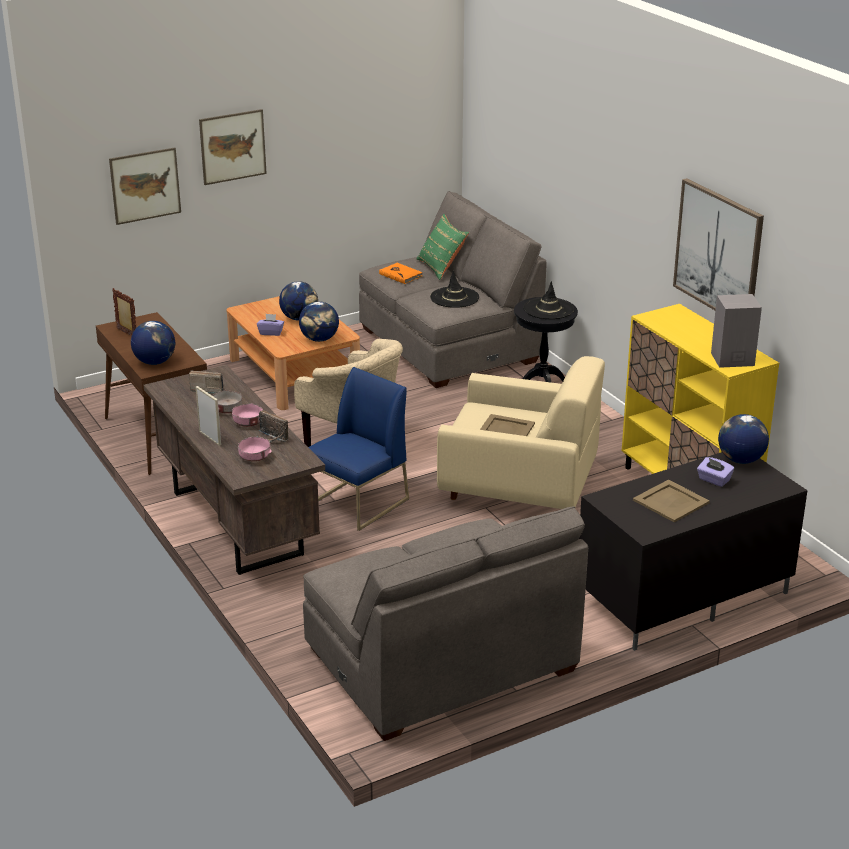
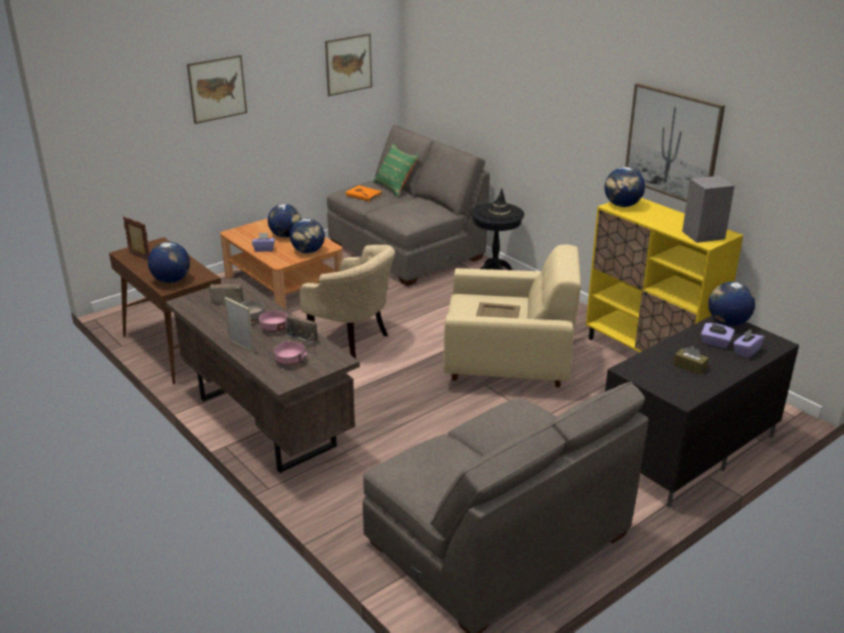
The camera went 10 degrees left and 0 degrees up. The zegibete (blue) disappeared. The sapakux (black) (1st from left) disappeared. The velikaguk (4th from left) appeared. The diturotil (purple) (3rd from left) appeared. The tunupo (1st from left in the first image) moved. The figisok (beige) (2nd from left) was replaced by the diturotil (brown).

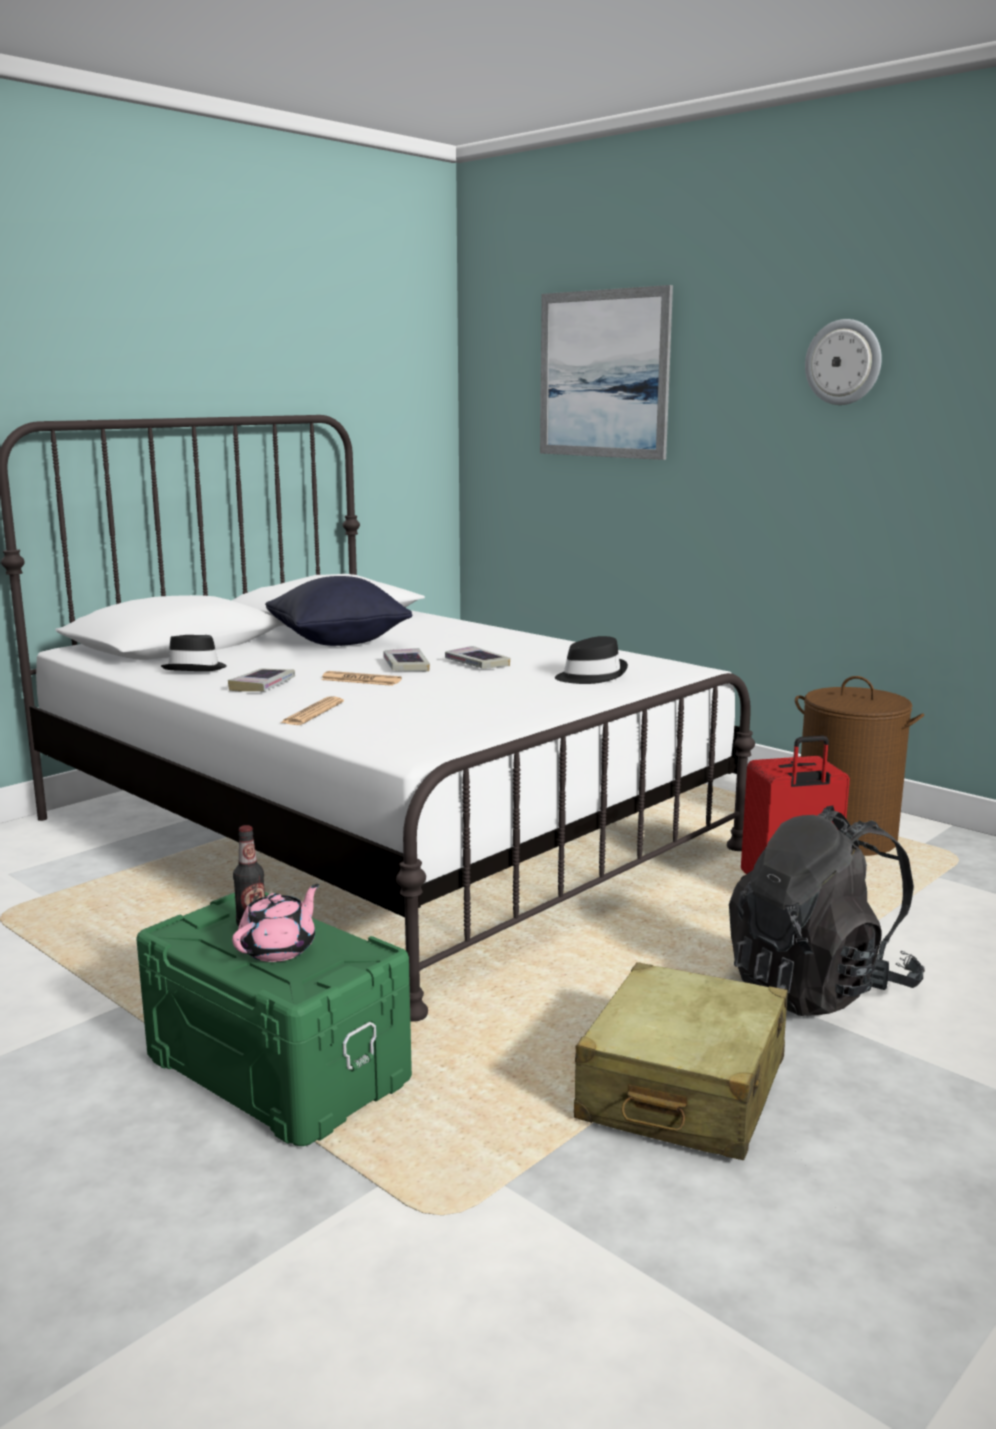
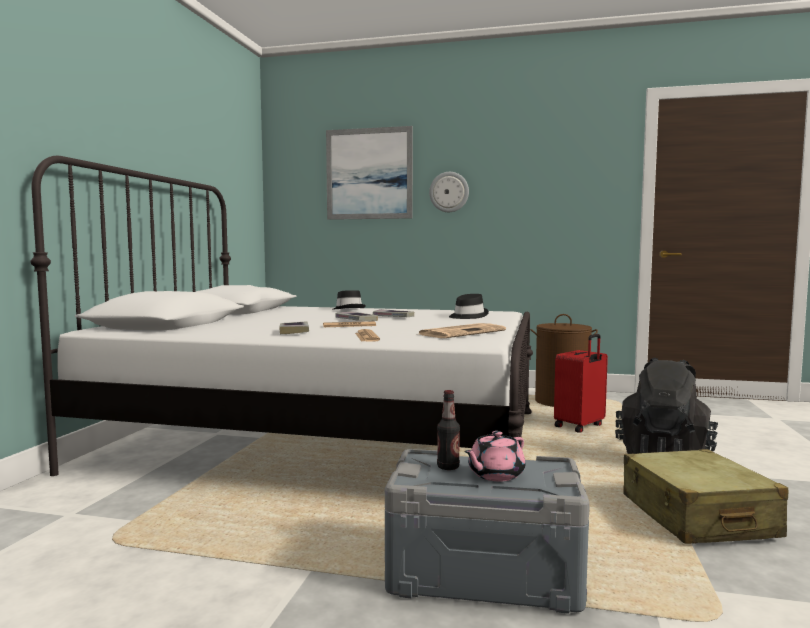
The camera went 30 degrees left and 10 degrees down. The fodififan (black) disappeared. The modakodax (3rd from left) appeared. The sapakux (black) (1st from left) moved. The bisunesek moved. The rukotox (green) became the rukotox (grey). The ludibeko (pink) turned 135 degrees counterclockwise.

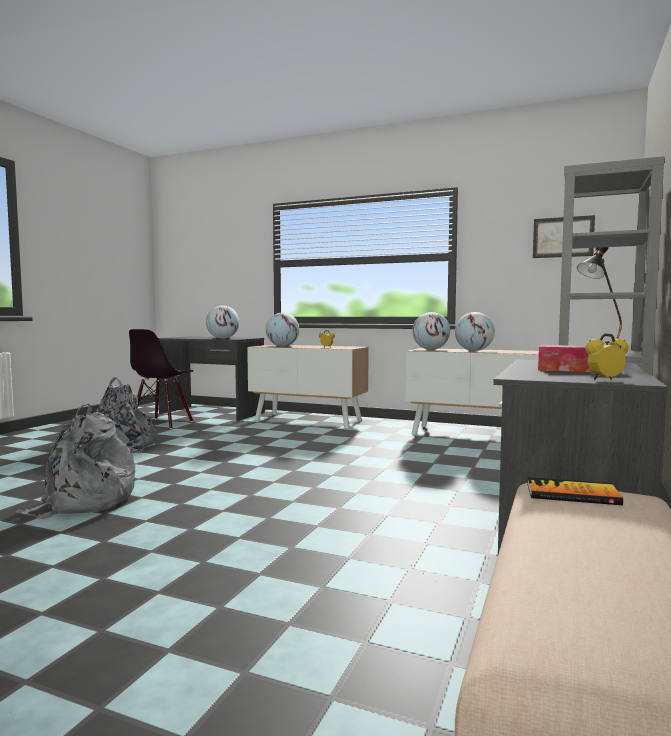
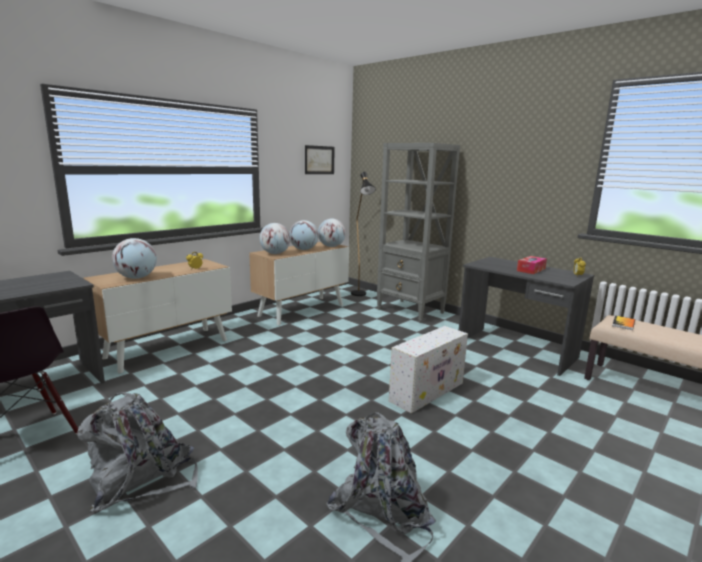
The camera went 70 degrees left and 10 degrees up. The rukotox (white) appeared. The velikaguk (1st from left in the first image) moved.

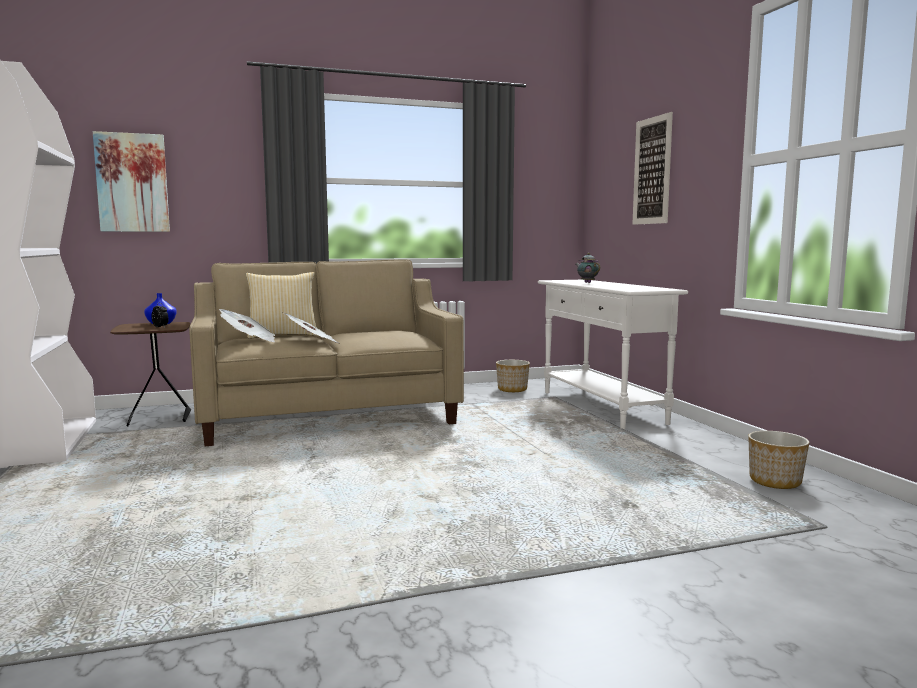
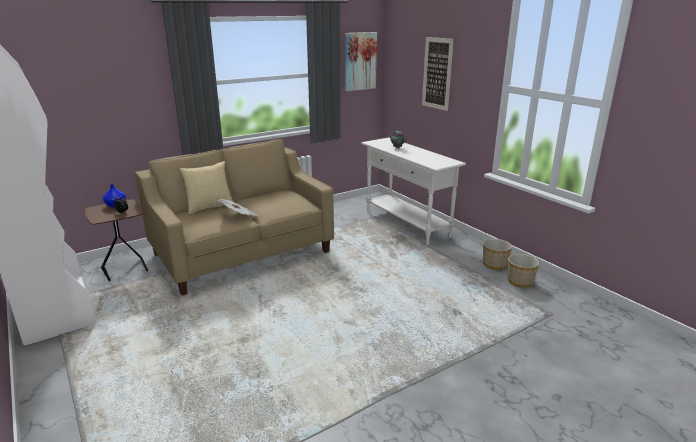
The camera went 15 degrees left and 15 degrees up. The modakodax (1st from left) disappeared. The tunupo (1st from left) moved. The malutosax (1st from left) moved.

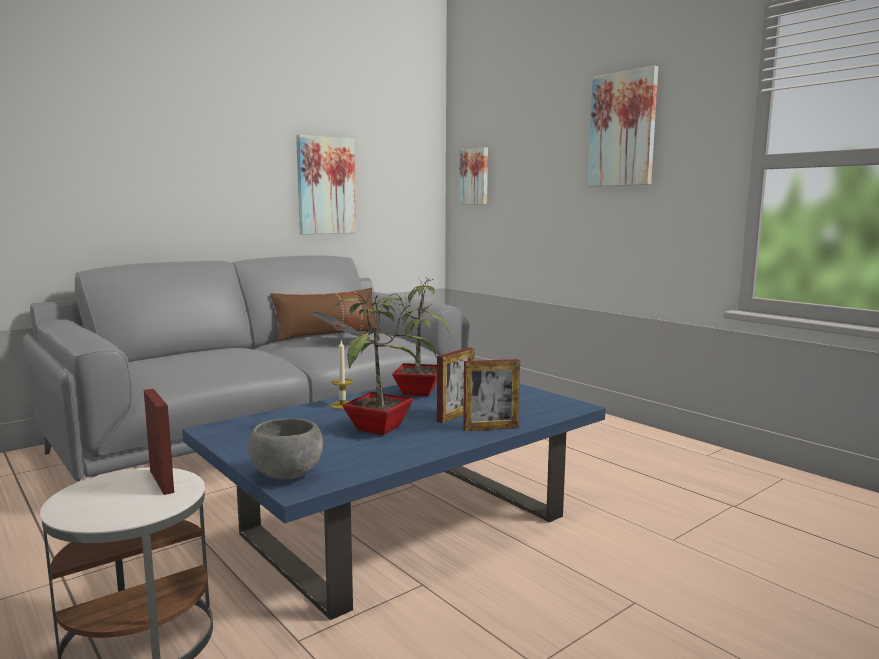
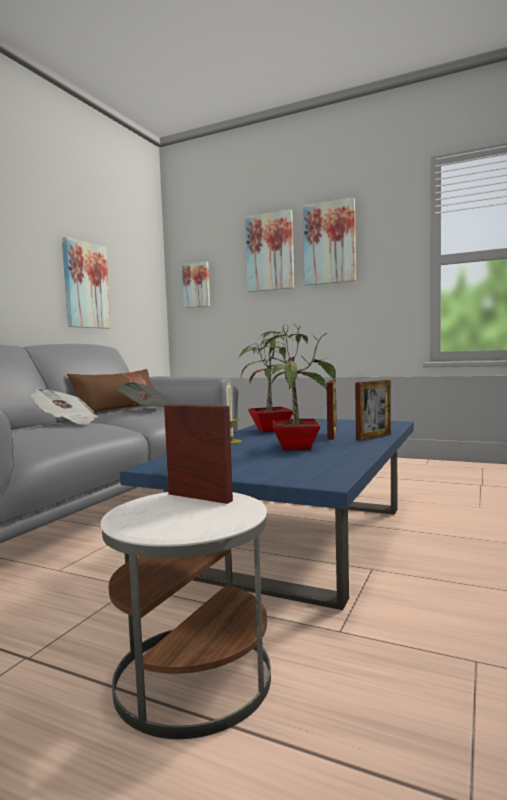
The camera went 25 degrees left and 5 degrees down. The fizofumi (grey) disappeared. The modakodax (1st from left) appeared. The tunupo (3rd from left) appeared.

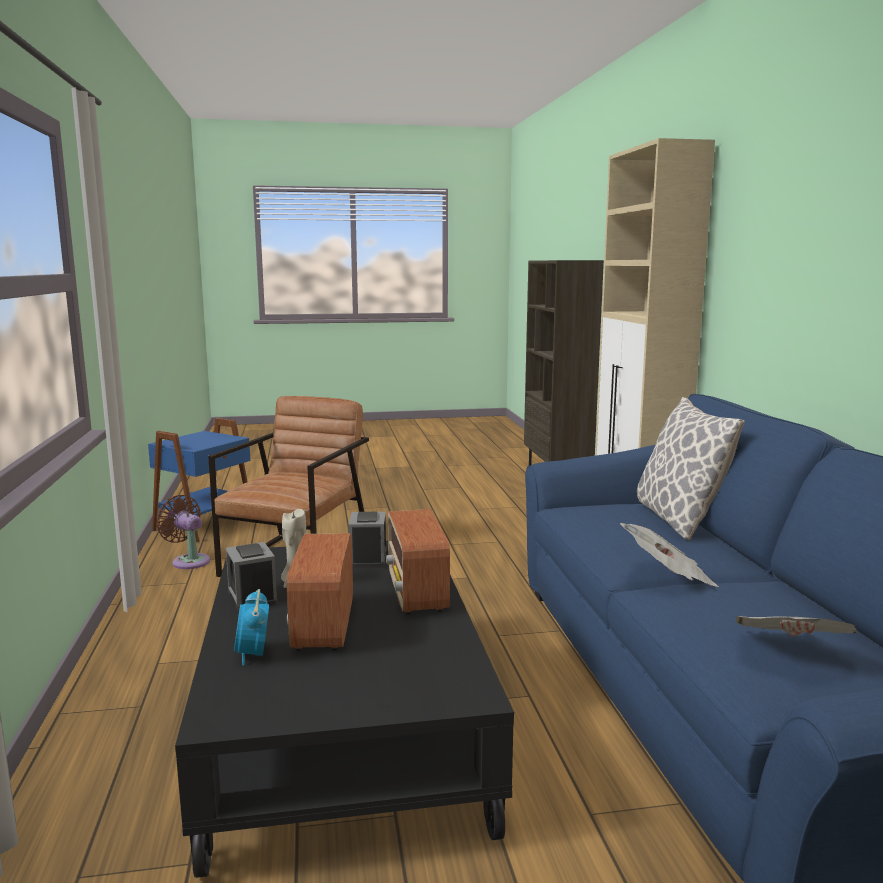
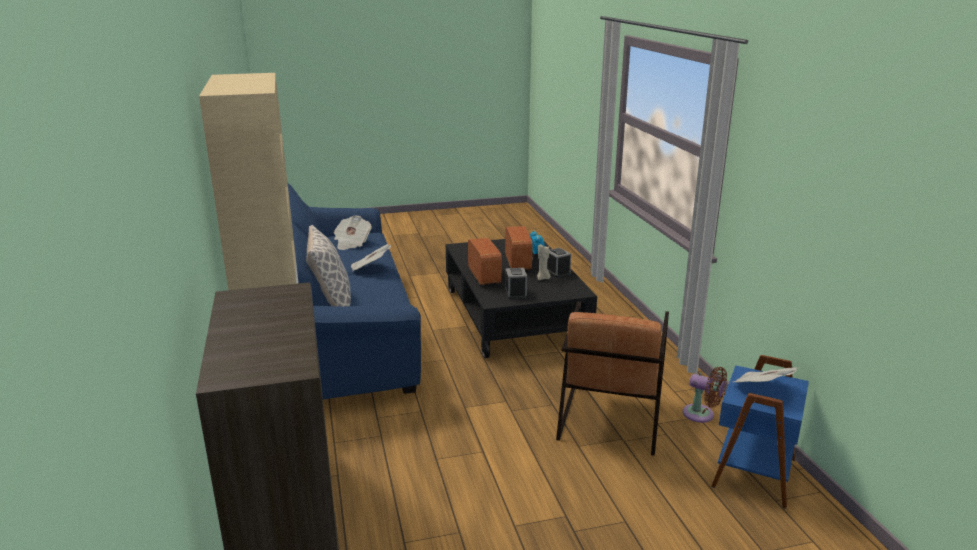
The camera went 175 degrees right and 10 degrees up. The modakodax (3rd from left) appeared.

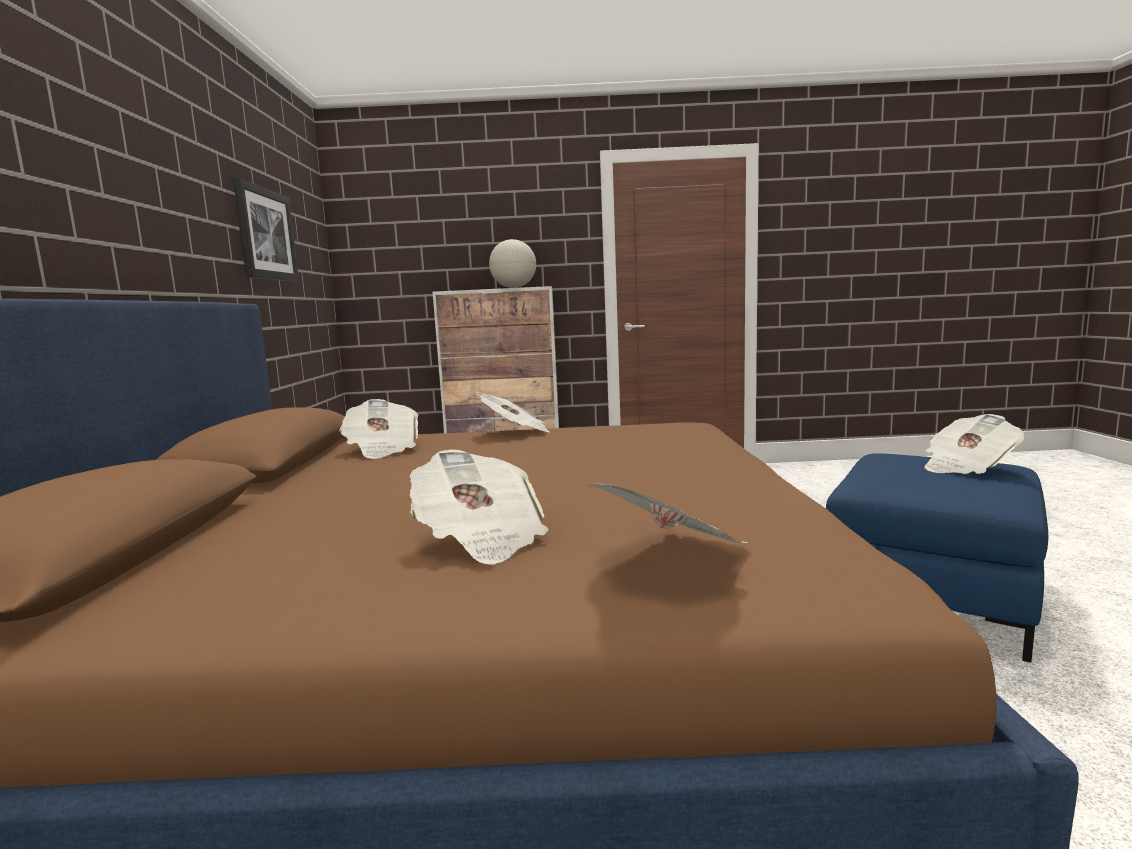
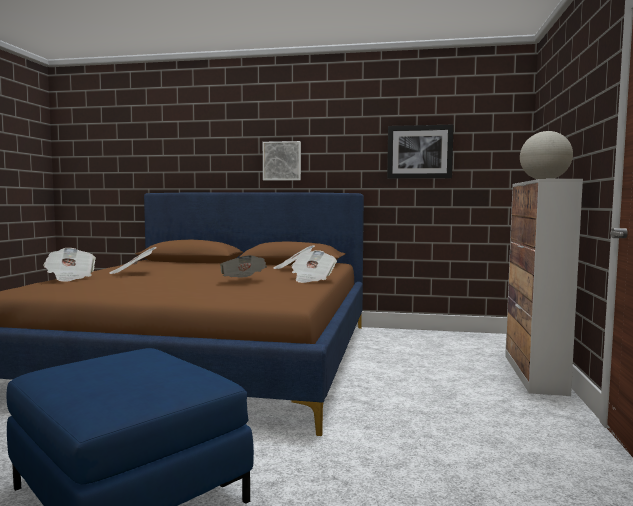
The camera went 100 degrees right and 5 degrees down. The tunupo (1st from left) appeared. The modakodax (5th from left in the first image) moved.

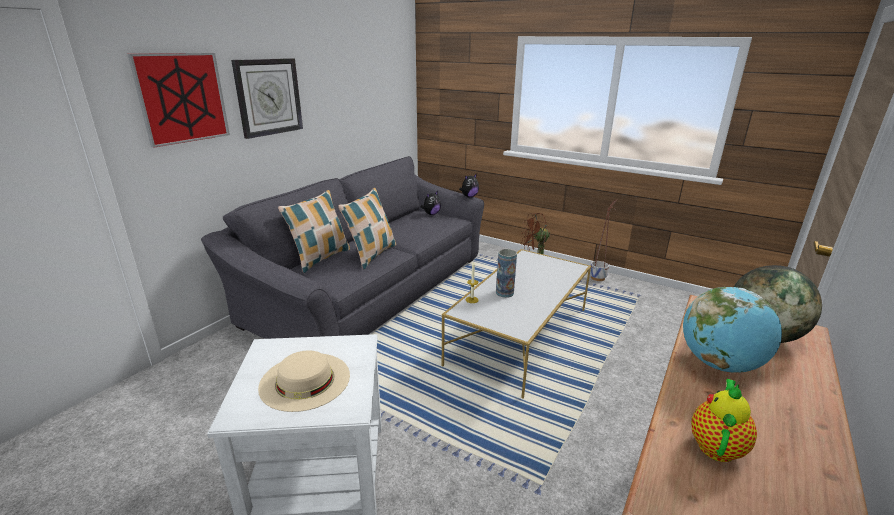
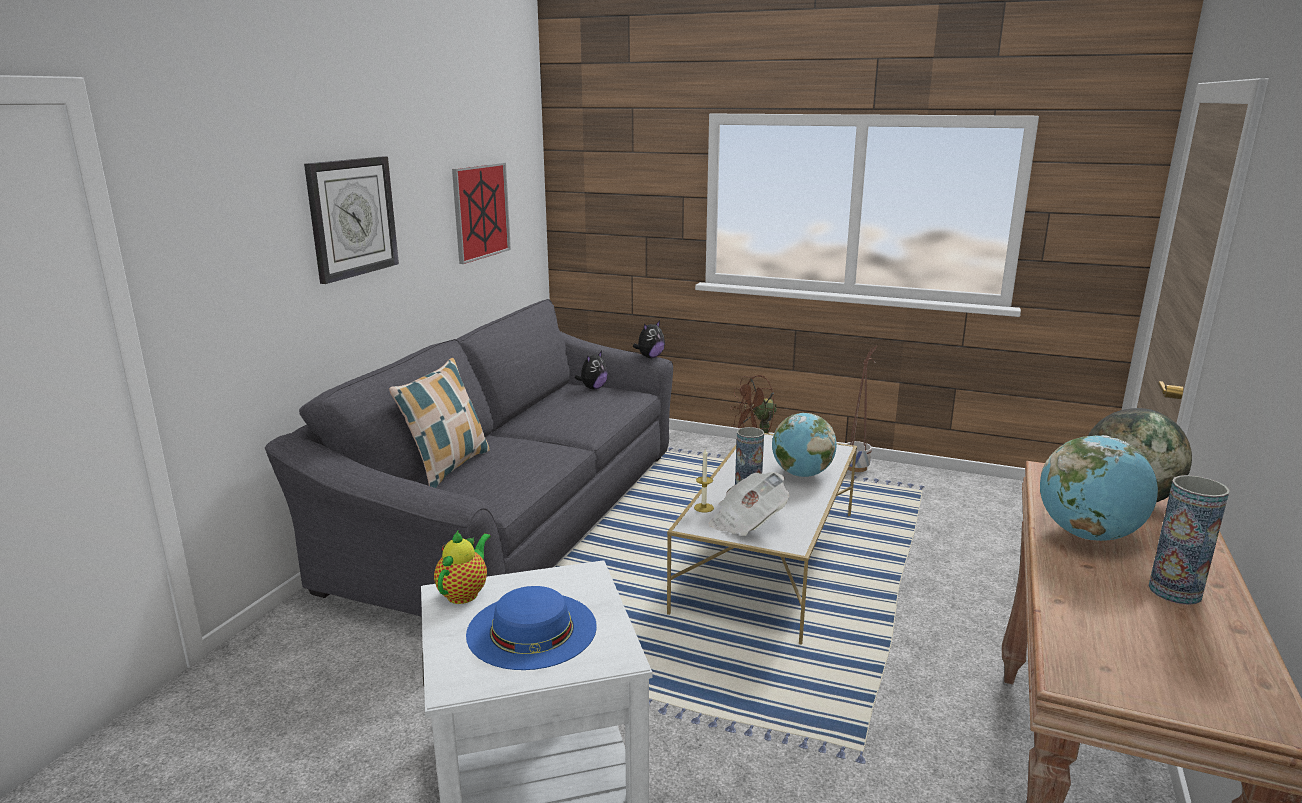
The camera went 10 degrees left and 5 degrees down. The fodififan (2nd from left) disappeared. The modakodax appeared. The velikaguk (1st from left) appeared. The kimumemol (2nd from left) appeared. The tunupo moved. The ludibeko moved. The sapakux (beige) became the sapakux (blue).

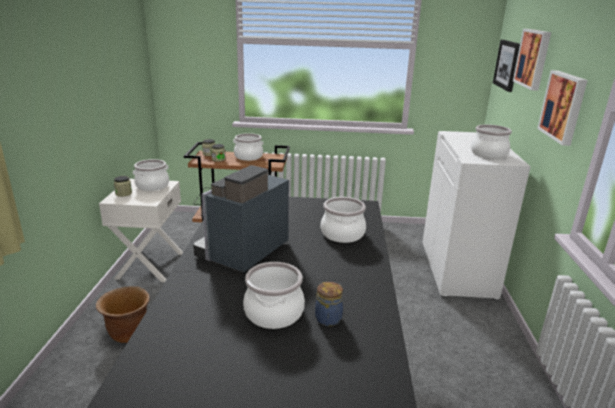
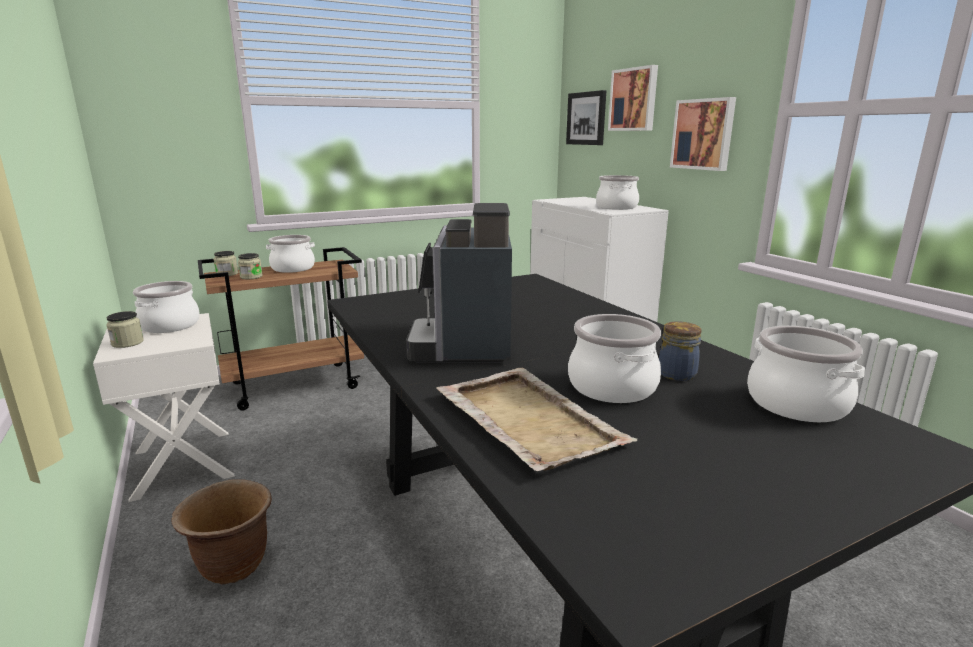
The camera went 30 degrees left and 5 degrees down. The figisok (beige) appeared. The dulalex (4th from left in the first image) moved.

